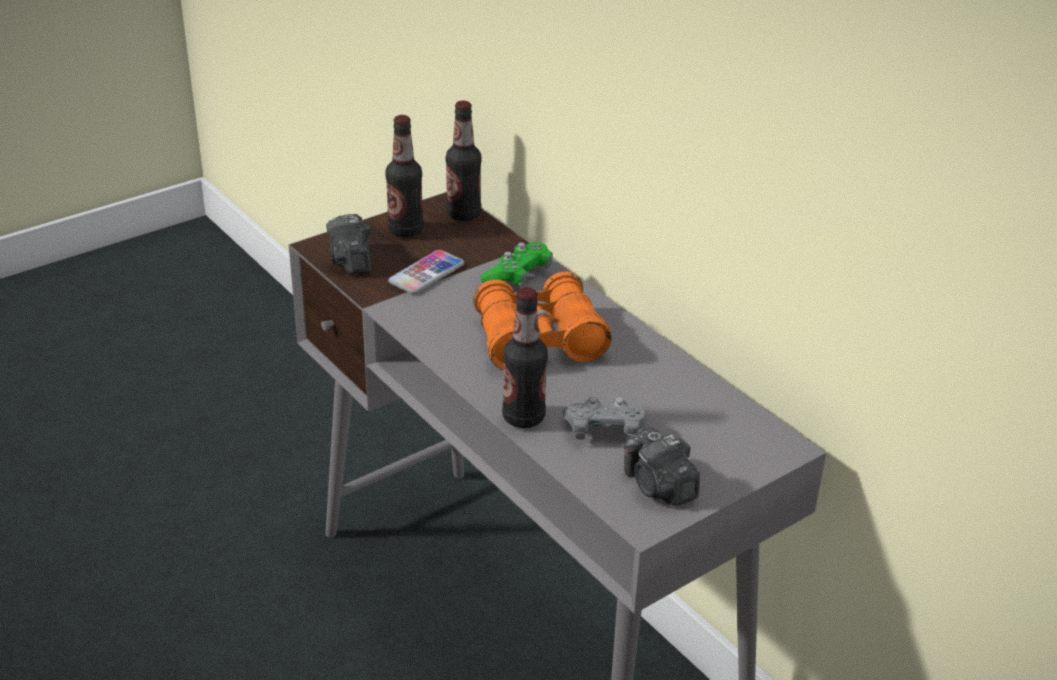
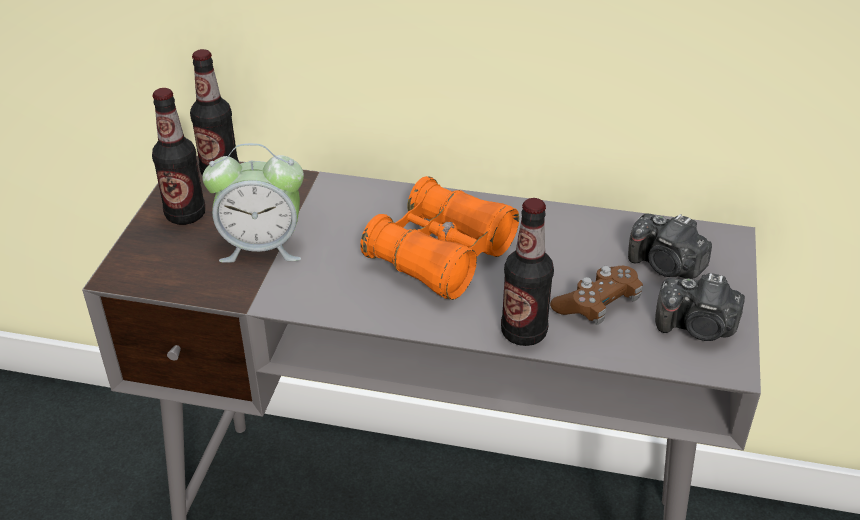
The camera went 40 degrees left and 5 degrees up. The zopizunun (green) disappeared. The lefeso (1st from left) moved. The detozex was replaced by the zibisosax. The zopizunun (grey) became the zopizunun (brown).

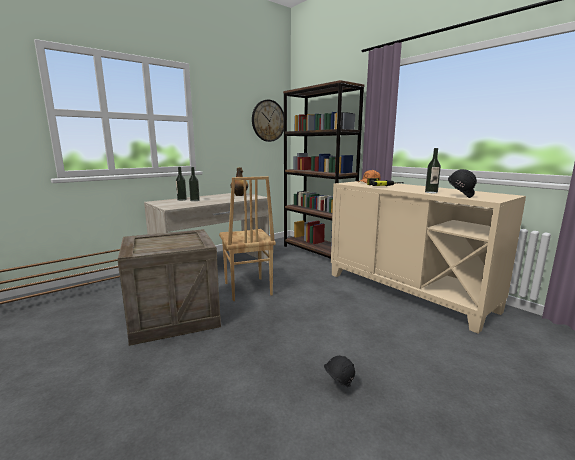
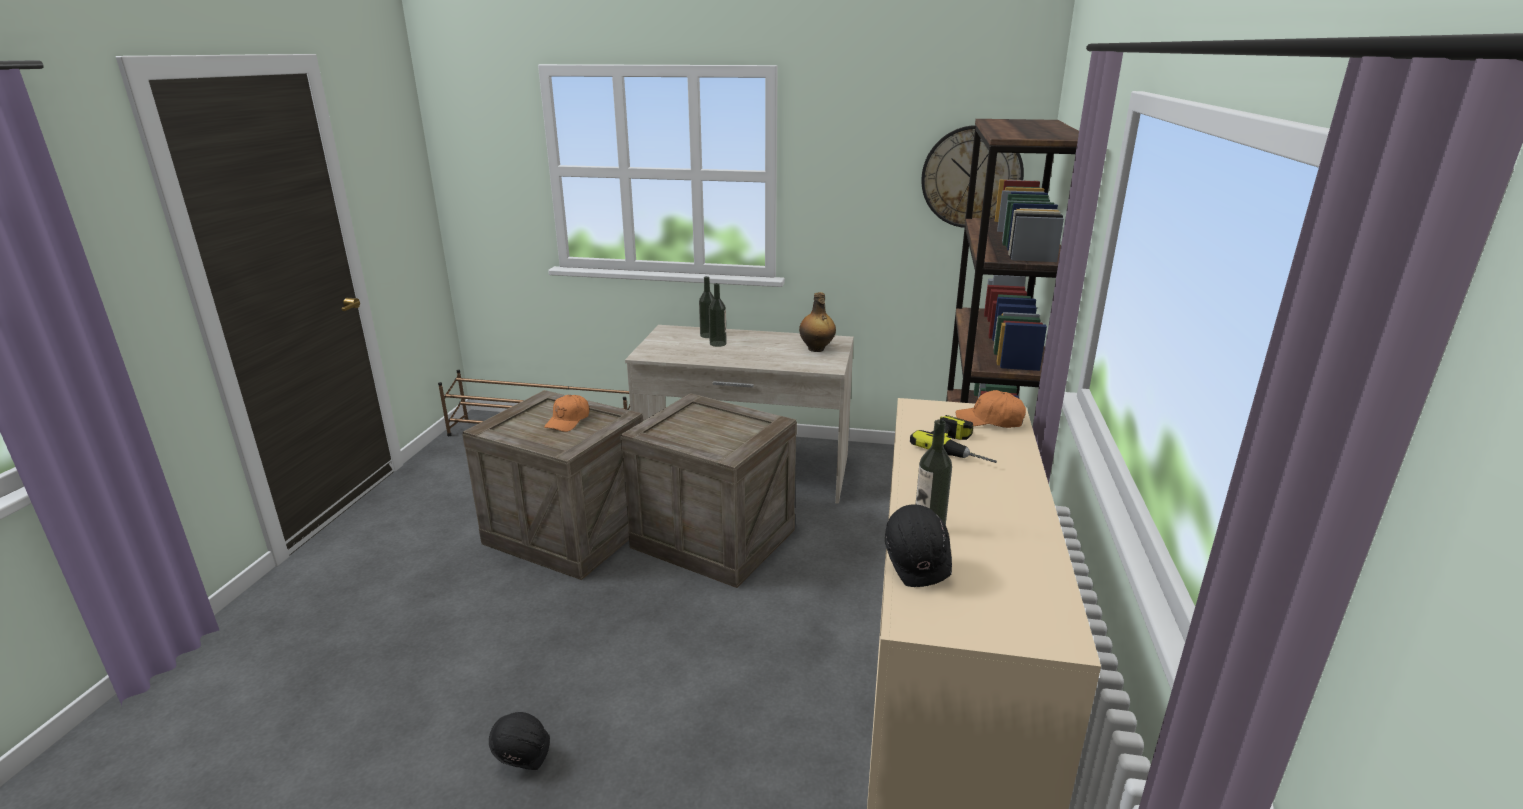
The camera went 50 degrees right and 10 degrees up. The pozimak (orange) (1st from left) appeared. The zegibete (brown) was replaced by the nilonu (2nd from left).

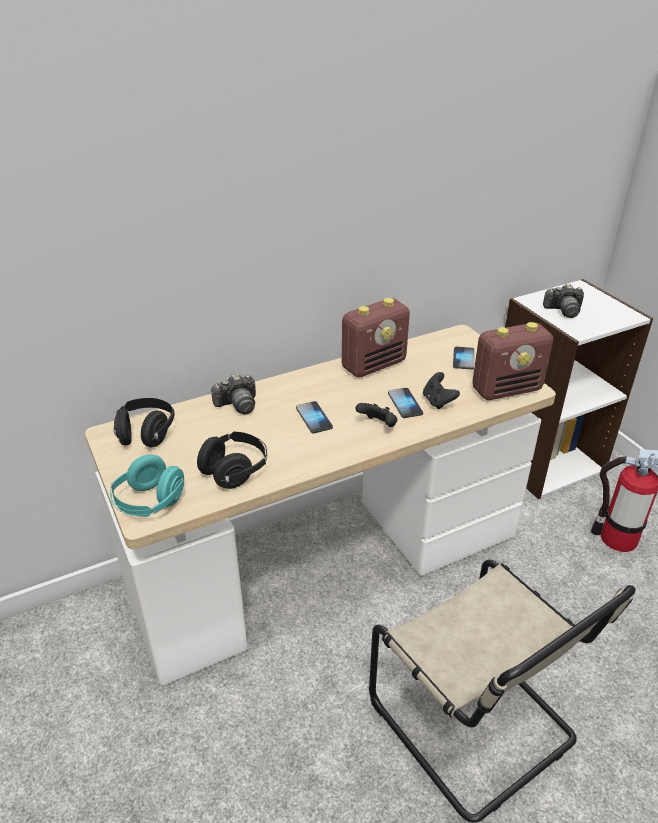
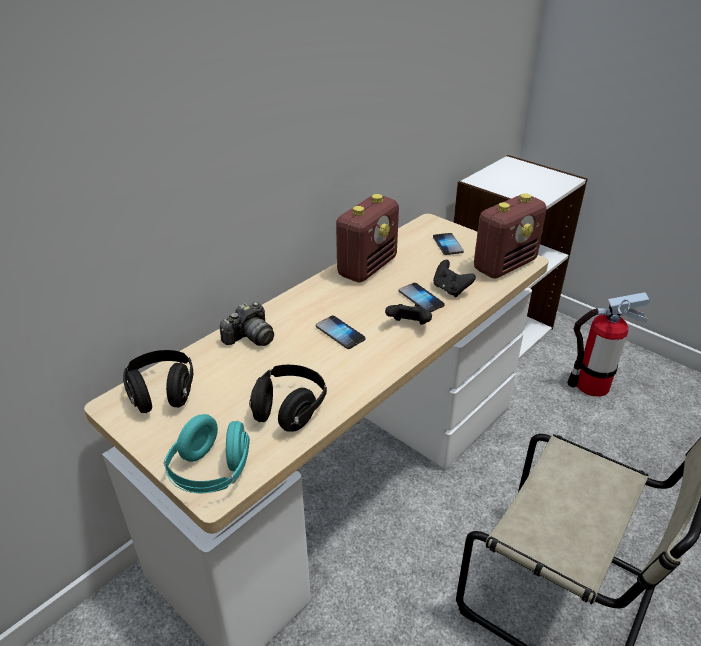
The camera went 20 degrees left and 0 degrees up. The lefeso (2nd from left) disappeared.

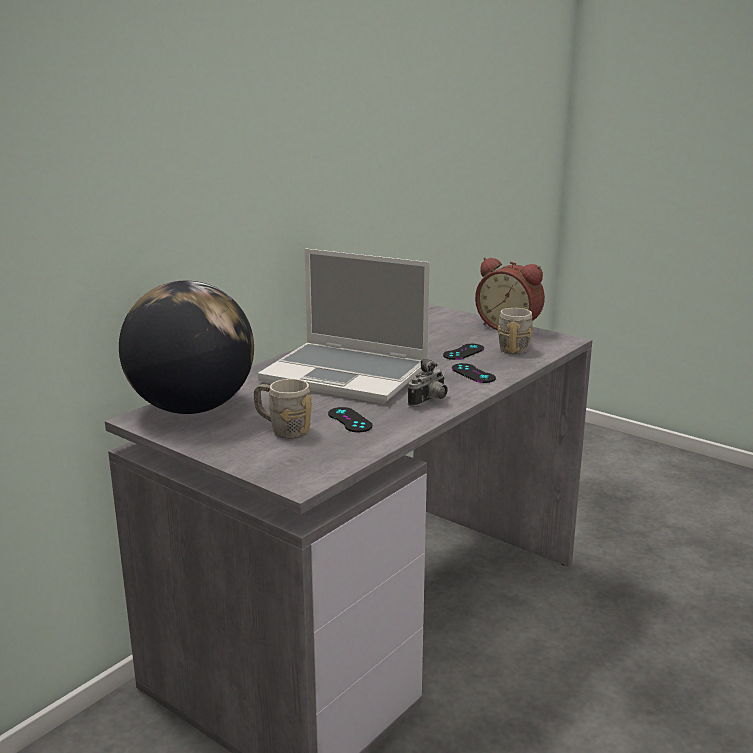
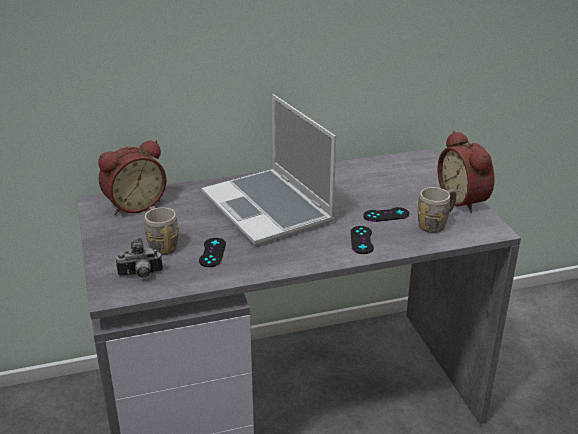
The camera went 35 degrees right and 10 degrees up. The lefeso moved. The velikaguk was replaced by the zibisosax (1st from left).

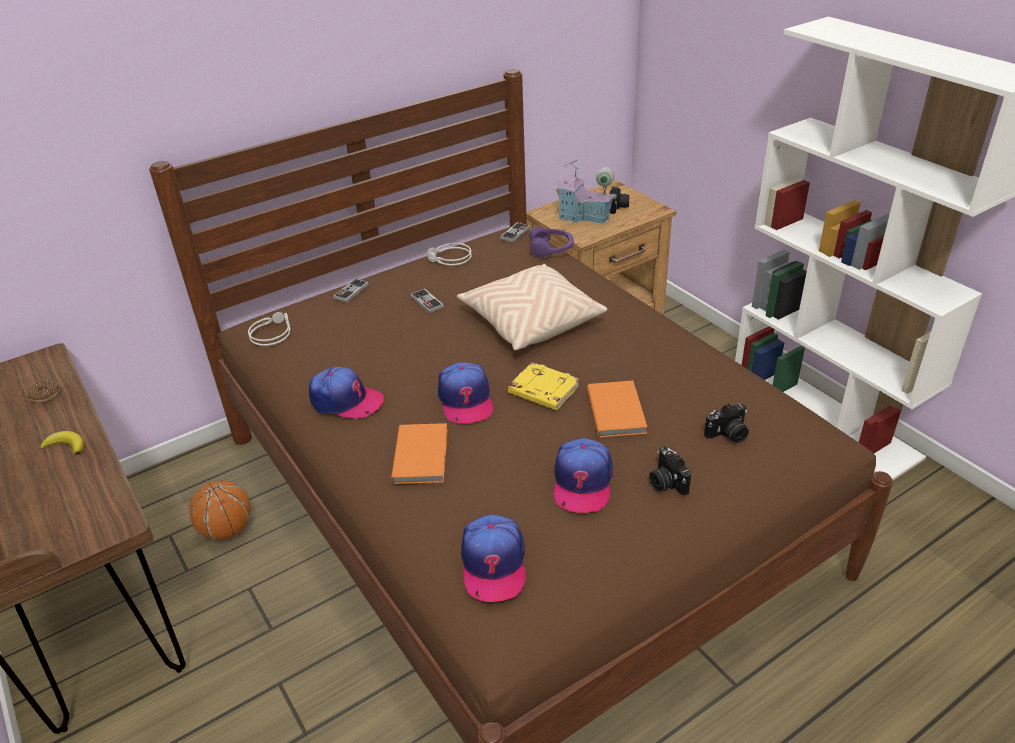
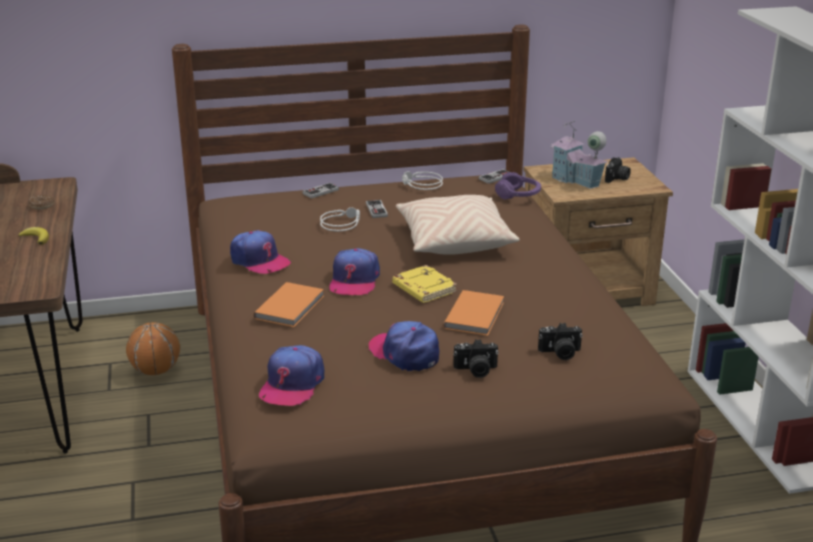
The camera went 20 degrees right and 10 degrees down. The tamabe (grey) (1st from left) moved. The pozimak (4th from left) turned 105 degrees clockwise. The lefeso (2nd from left in the first image) turned 90 degrees counterclockwise.

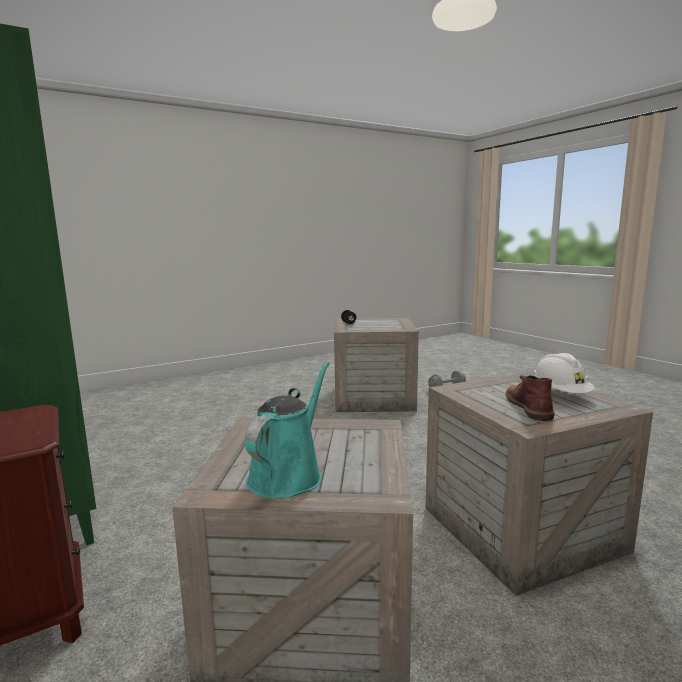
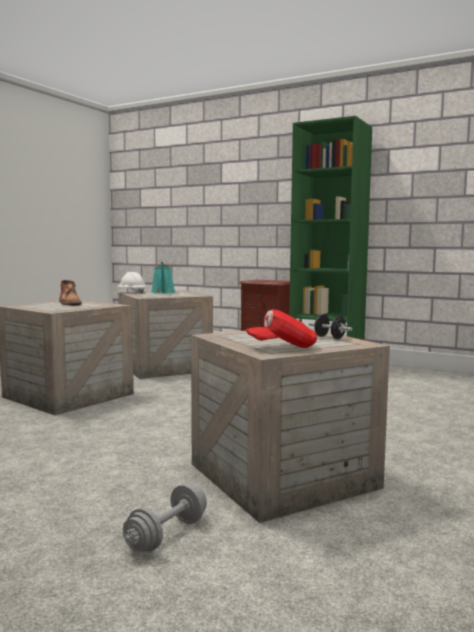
The camera went 150 degrees right and 5 degrees down. The pozimak (red) appeared. The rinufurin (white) moved.

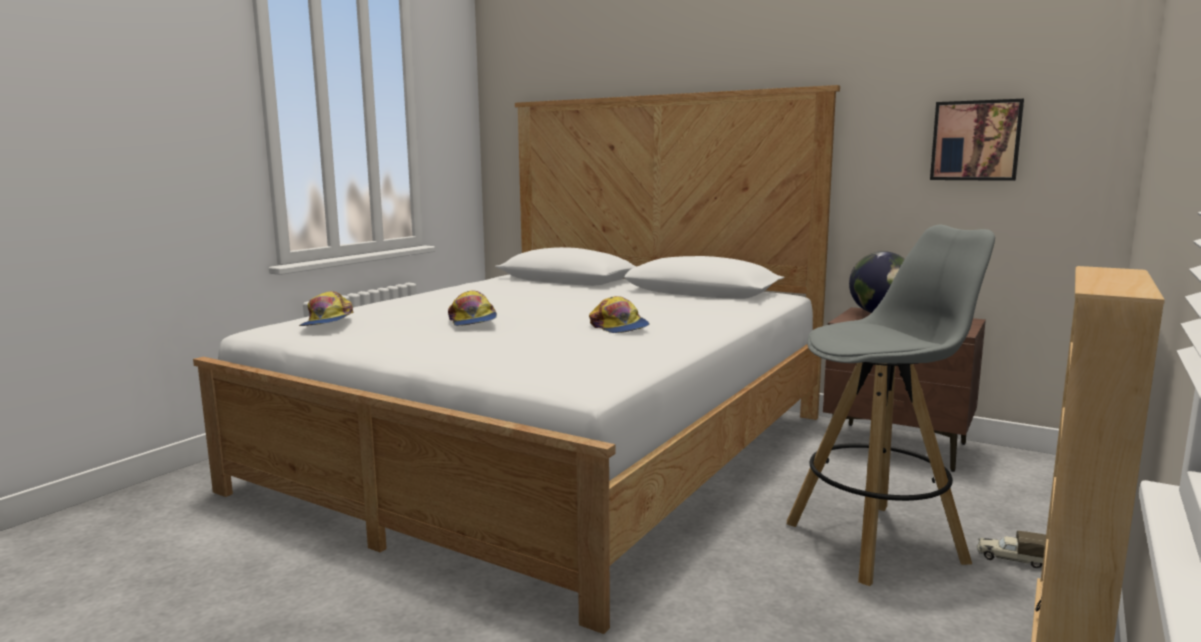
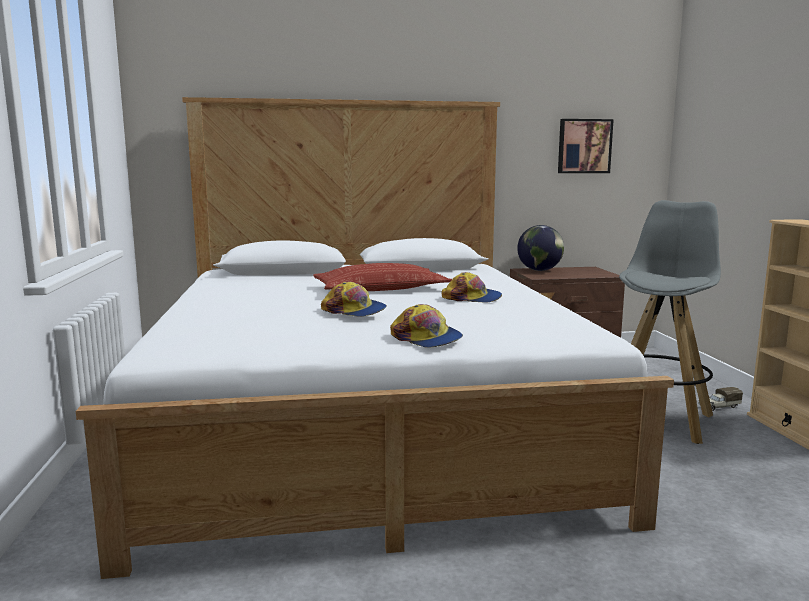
The camera went 40 degrees left and 0 degrees up. The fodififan appeared. The pozimak (1st from left in the first image) moved.

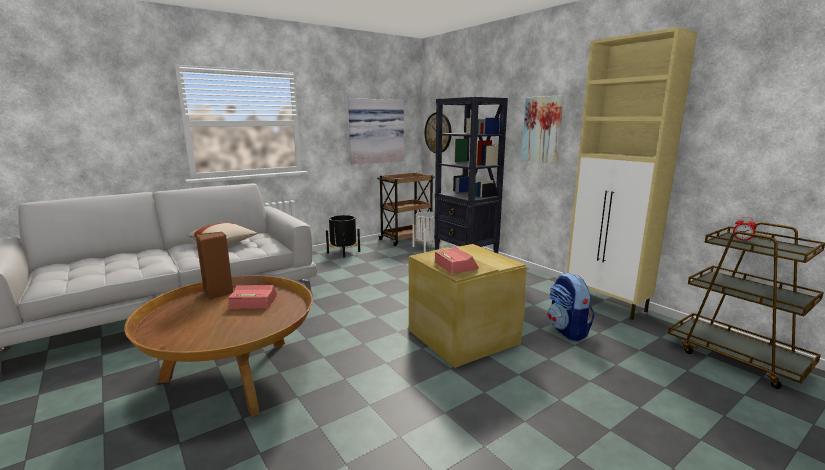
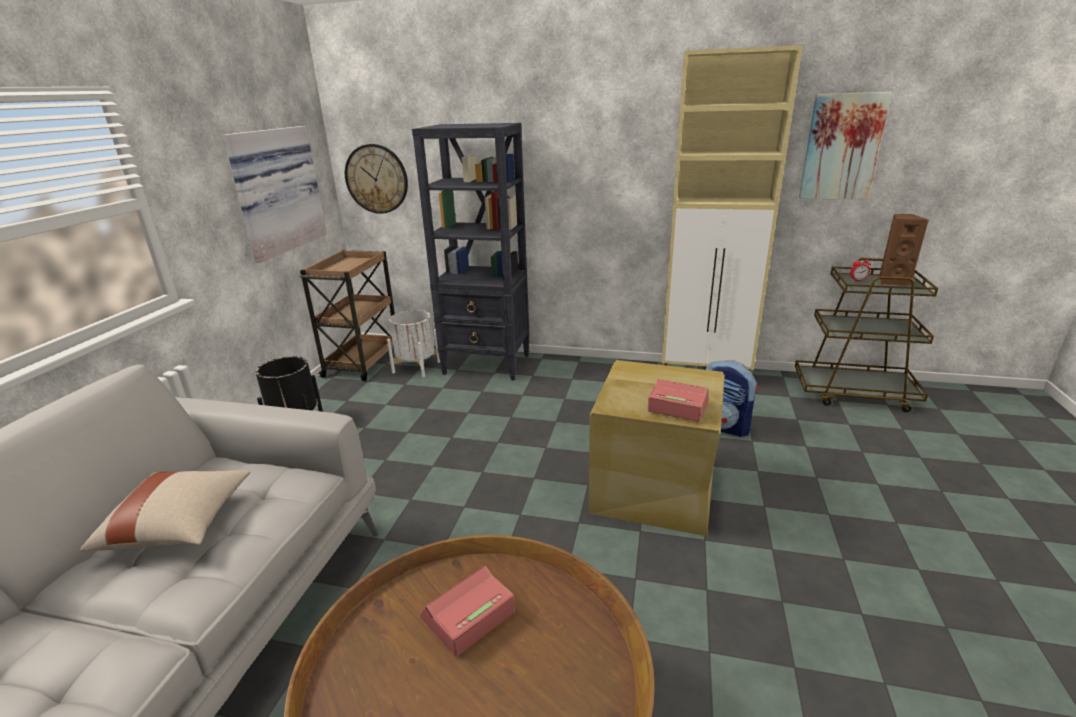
The camera went 40 degrees left and 10 degrees up. The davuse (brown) moved. The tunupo (2nd from left) moved.

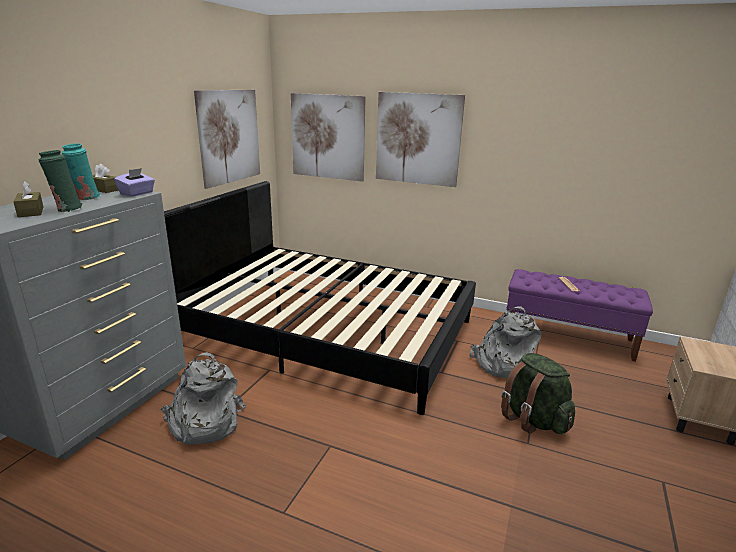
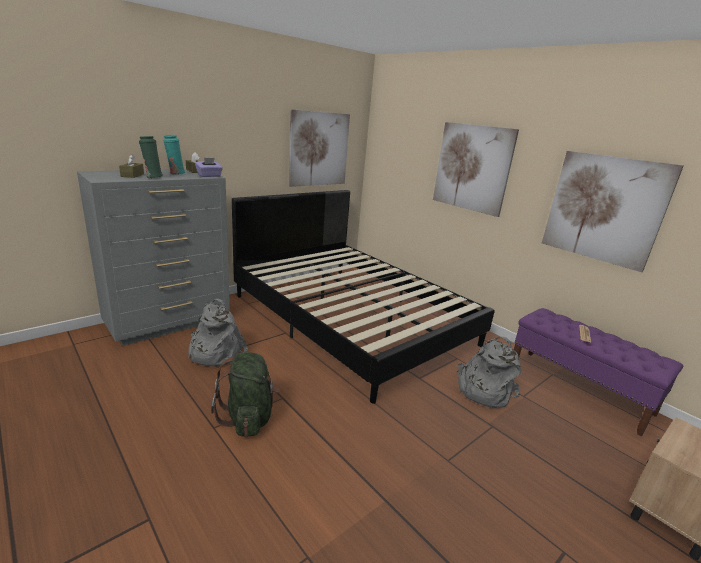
The camera went 25 degrees right and 0 degrees up. The tunupo (2nd from left in the first image) moved. The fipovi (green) moved.

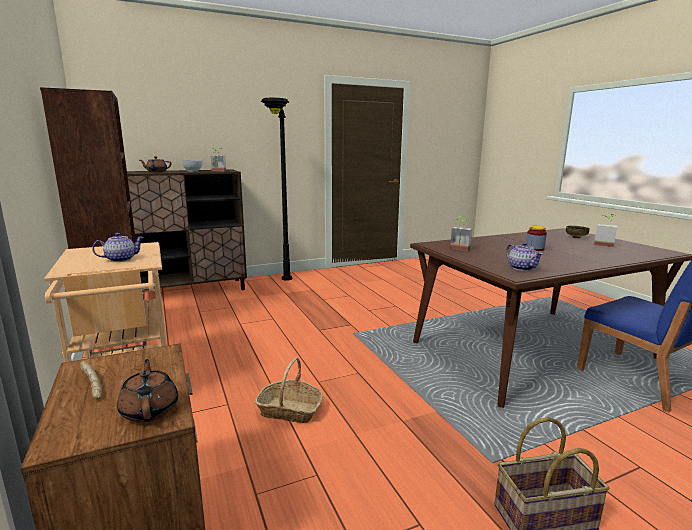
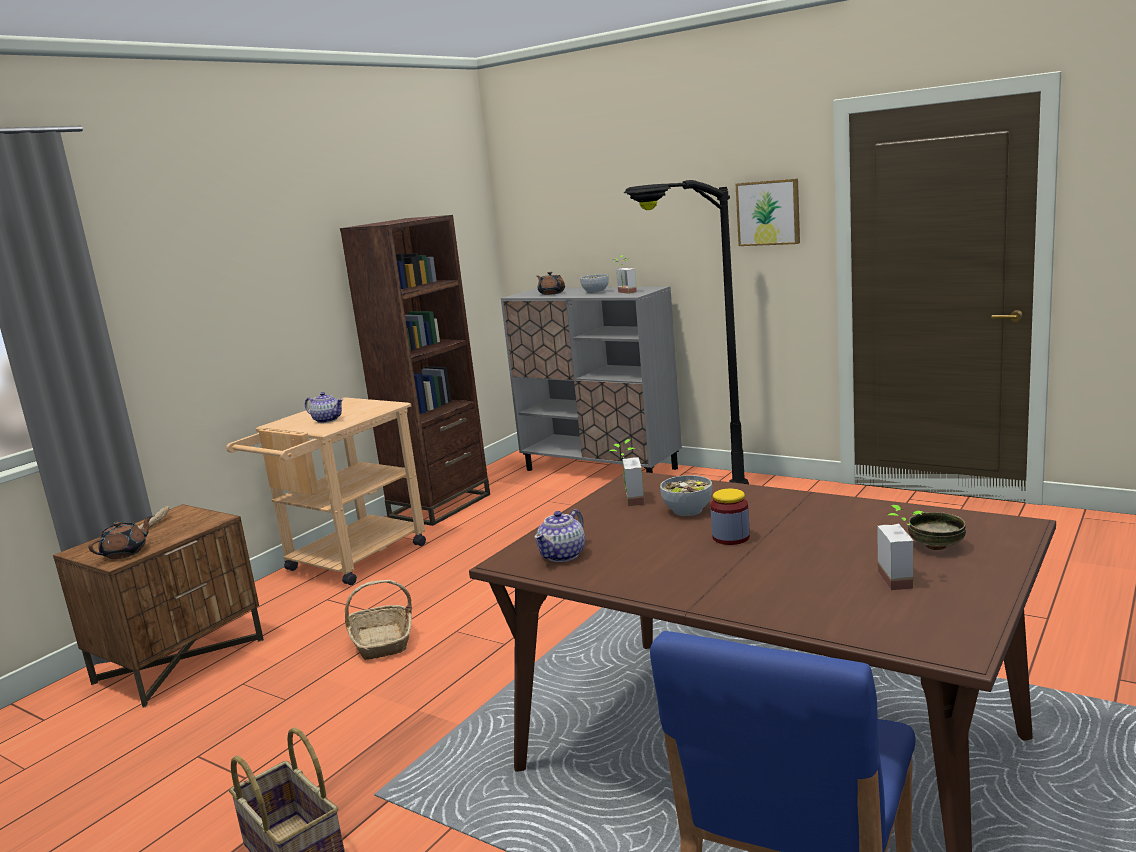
The camera went 60 degrees right and 0 degrees up. The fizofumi (2nd from left) appeared. The tunupo appeared. The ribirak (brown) became the ribirak (grey).

